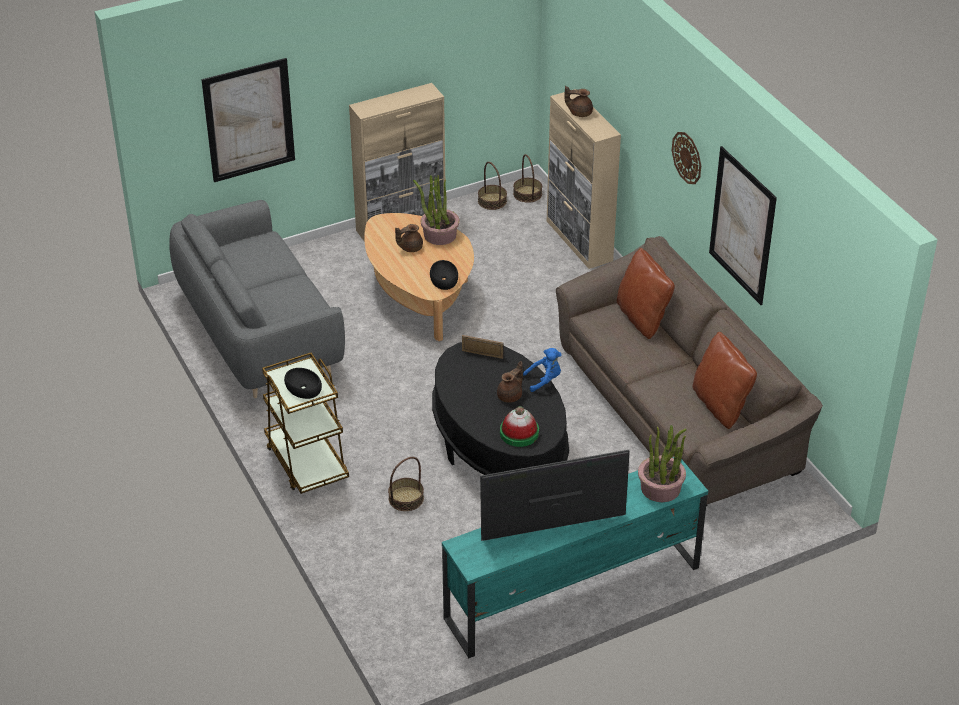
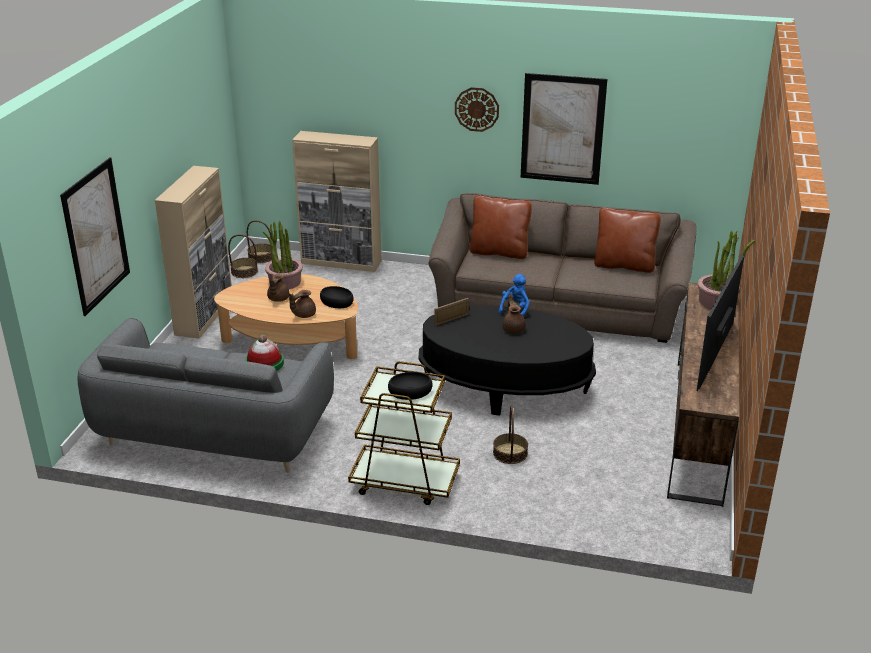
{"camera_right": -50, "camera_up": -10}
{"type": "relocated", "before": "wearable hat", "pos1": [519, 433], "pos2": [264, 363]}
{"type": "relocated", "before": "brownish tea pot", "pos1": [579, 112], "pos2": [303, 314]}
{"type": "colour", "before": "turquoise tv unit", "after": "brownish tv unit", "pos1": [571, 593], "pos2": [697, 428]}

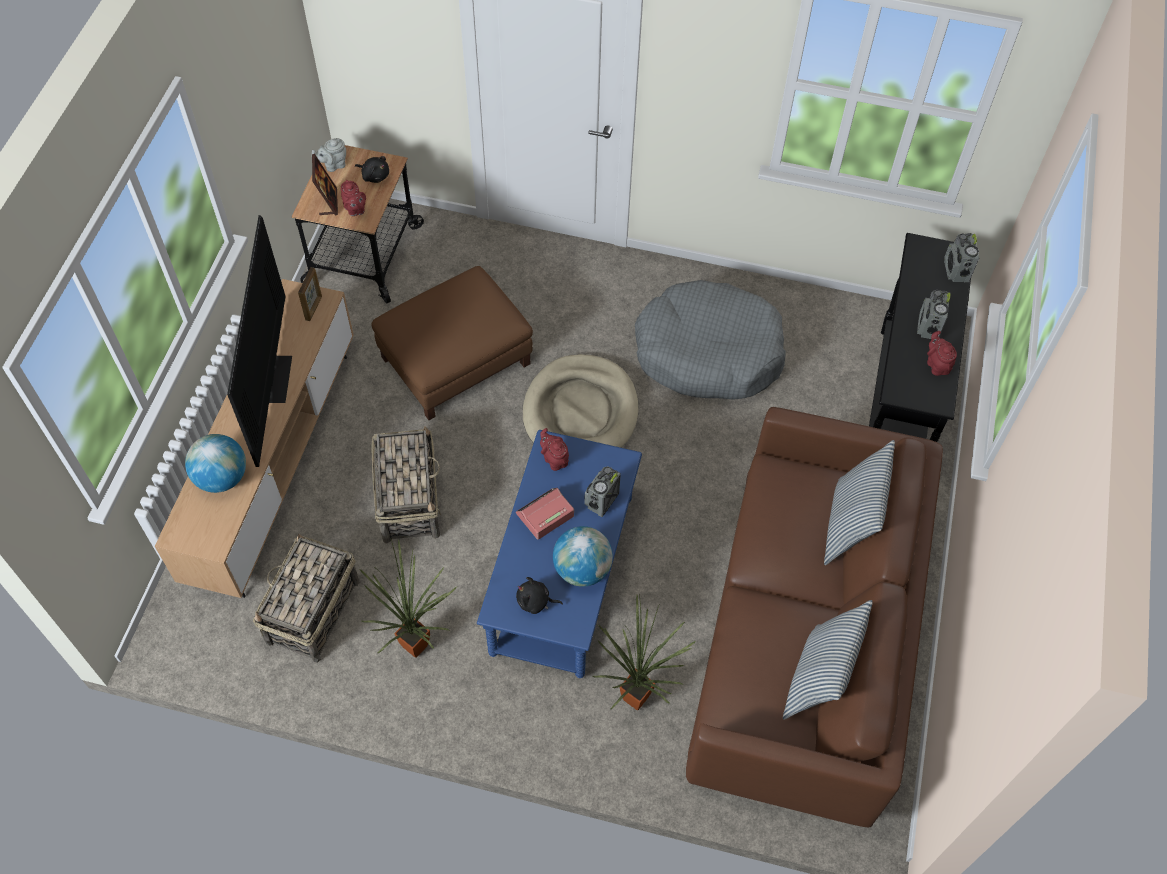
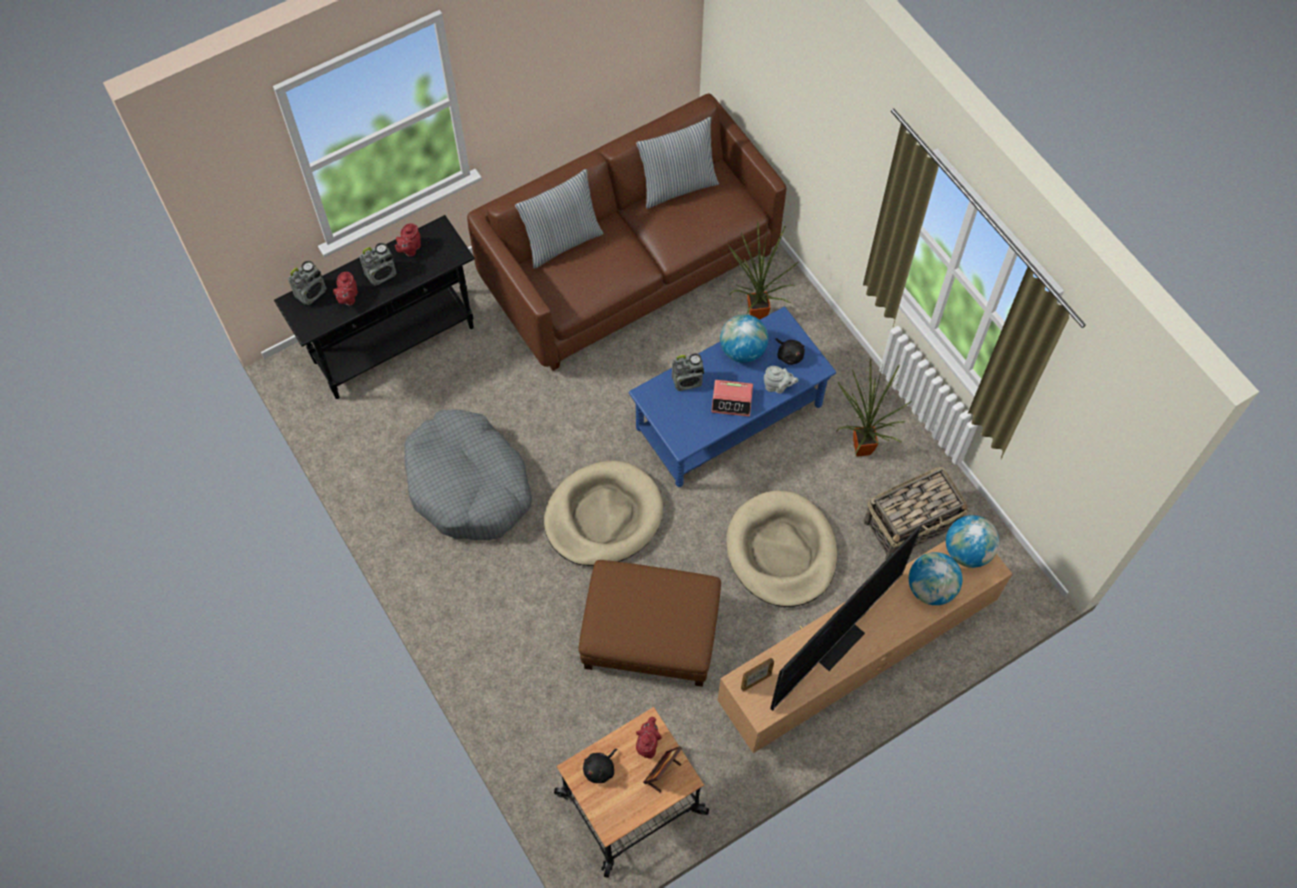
{"camera_right": -135, "camera_up": 5}
{"type": "relocated", "before": "reddish tea pot", "pos1": [554, 459], "pos2": [348, 298]}
{"type": "spun", "before": "blackish cuddly toy", "pos1": [374, 175], "pos2": [600, 769], "turn": -120}
{"type": "exchanged", "before": "basket", "after": "sand-coloured dog bed", "pos1": [409, 499], "pos2": [781, 551]}
{"type": "relocated", "before": "gray tea pot", "pos1": [333, 165], "pos2": [777, 386]}
{"type": "appeared", "after": "globe", "pos2": [967, 551]}

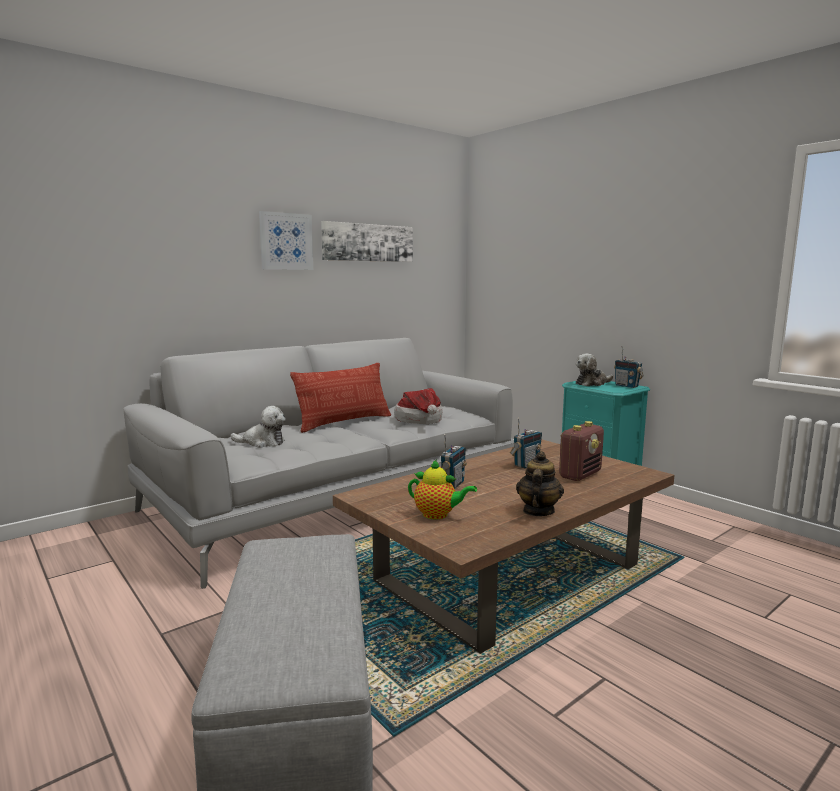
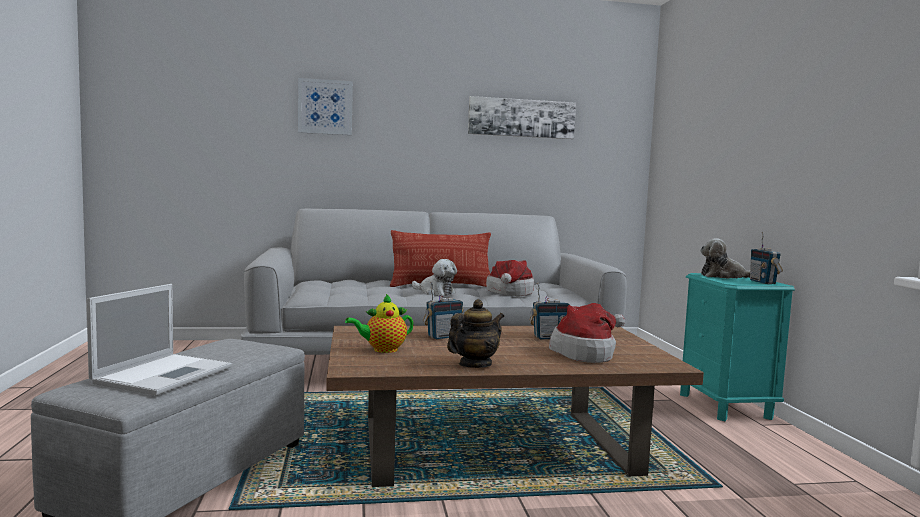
{"camera_right": 30, "camera_up": -5}
{"type": "appeared", "after": "laptop", "pos2": [165, 374]}
{"type": "relocated", "before": "wall picture", "pos1": [286, 241], "pos2": [325, 107]}
{"type": "spun", "before": "tea pot", "pos1": [438, 515], "pos2": [382, 350], "turn": 105}
{"type": "relocated", "before": "cuddly toy", "pos1": [262, 442], "pos2": [435, 292]}
{"type": "exchanged", "before": "radio set", "after": "wearable hat", "pos1": [580, 475], "pos2": [587, 353]}

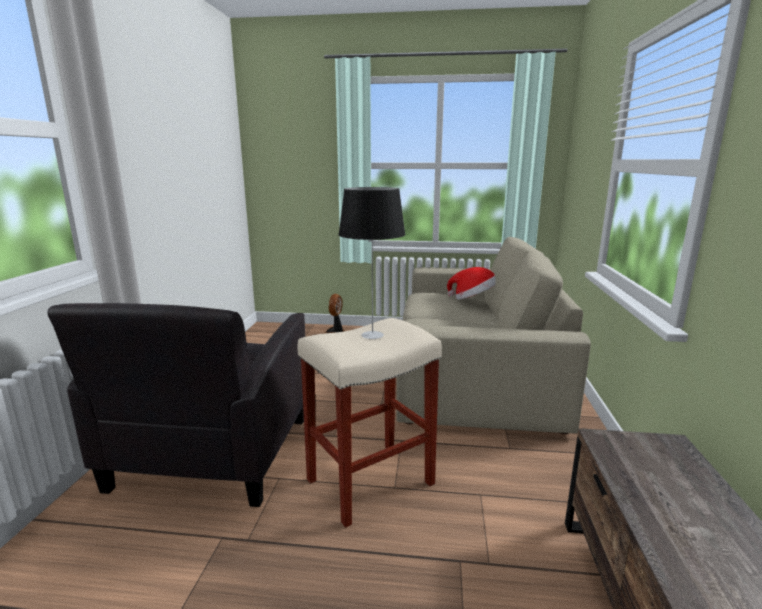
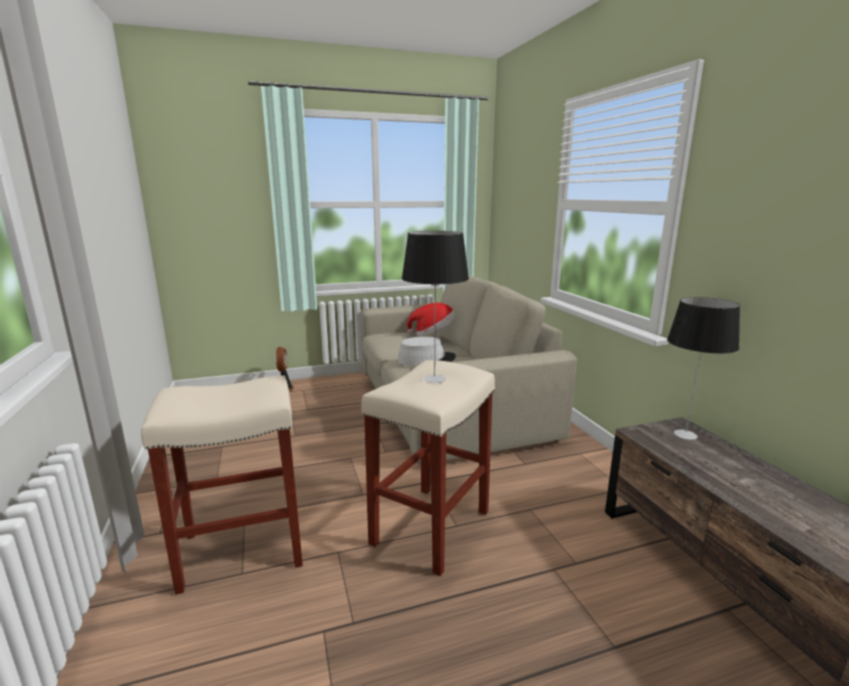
{"camera_right": -25, "camera_up": 0}
{"type": "exchanged", "before": "blackish armchair", "after": "sand-coloured stool", "pos1": [212, 454], "pos2": [240, 550]}
{"type": "appeared", "after": "gray wearable hat", "pos2": [426, 359]}
{"type": "appeared", "after": "table lamp", "pos2": [684, 434]}

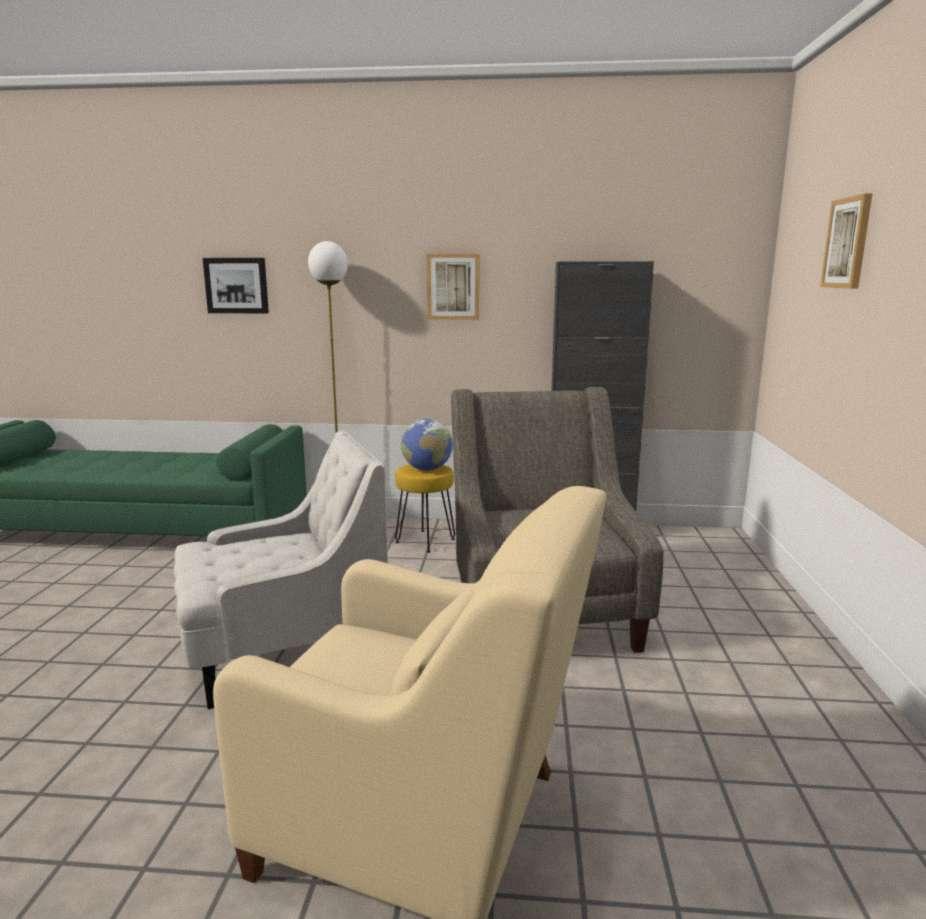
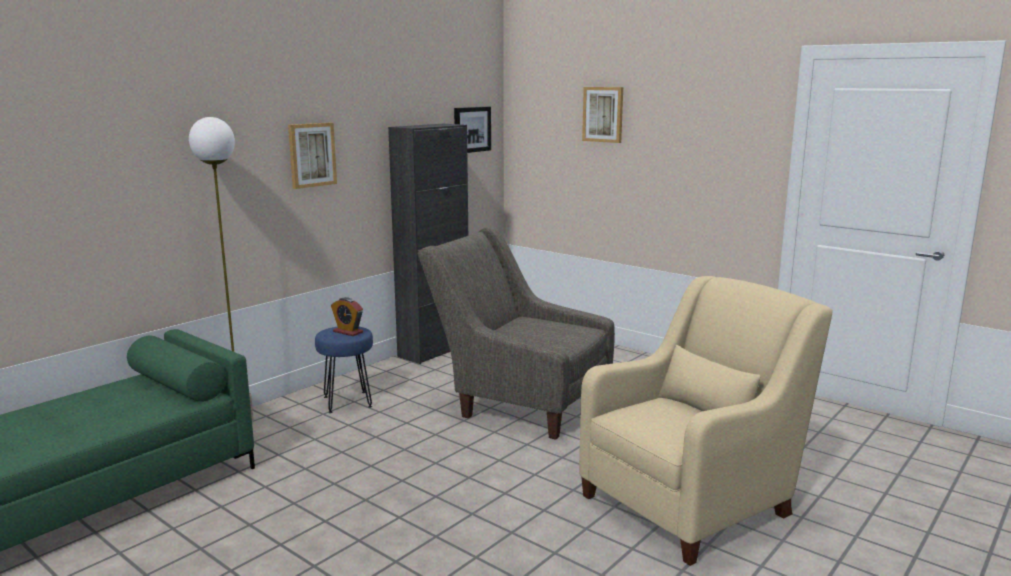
{"camera_right": -55, "camera_up": 0}
{"type": "colour", "before": "yellowish stool", "after": "blue-coloured stool", "pos1": [426, 541], "pos2": [348, 401]}
{"type": "exchanged", "before": "globe", "after": "bedside clock", "pos1": [427, 469], "pos2": [348, 332]}
{"type": "relocated", "before": "wall picture", "pos1": [236, 285], "pos2": [471, 129]}
{"type": "missing", "before": "white-coloured armchair", "pos1": [284, 654]}

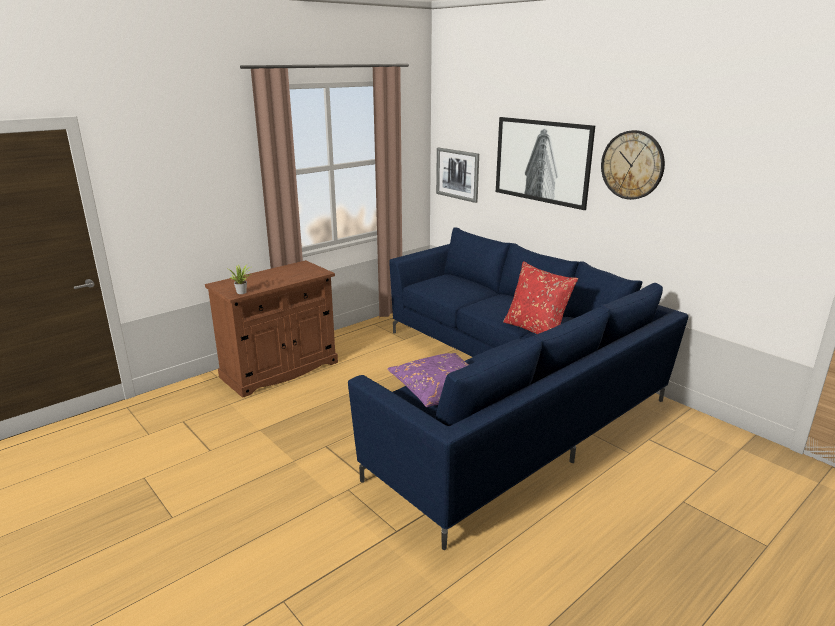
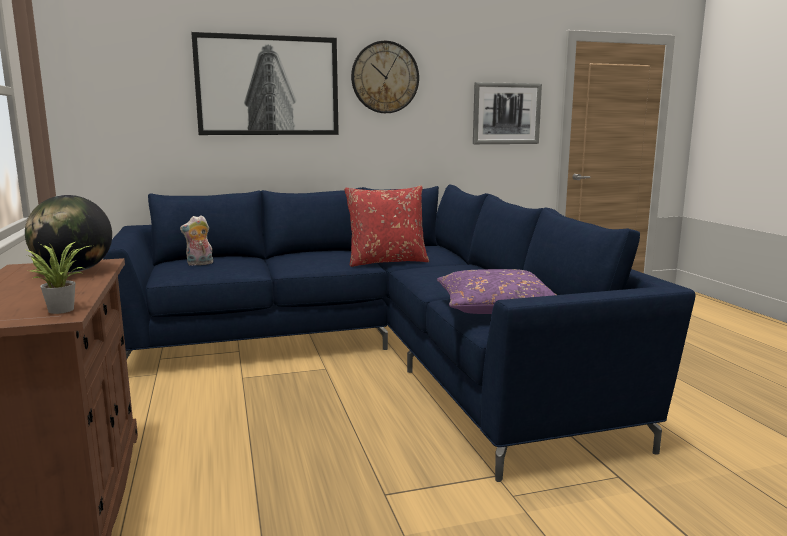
{"camera_right": -65, "camera_up": -10}
{"type": "appeared", "after": "globe", "pos2": [74, 271]}
{"type": "appeared", "after": "cuddly toy", "pos2": [199, 264]}
{"type": "relocated", "before": "wall picture", "pos1": [457, 174], "pos2": [506, 113]}

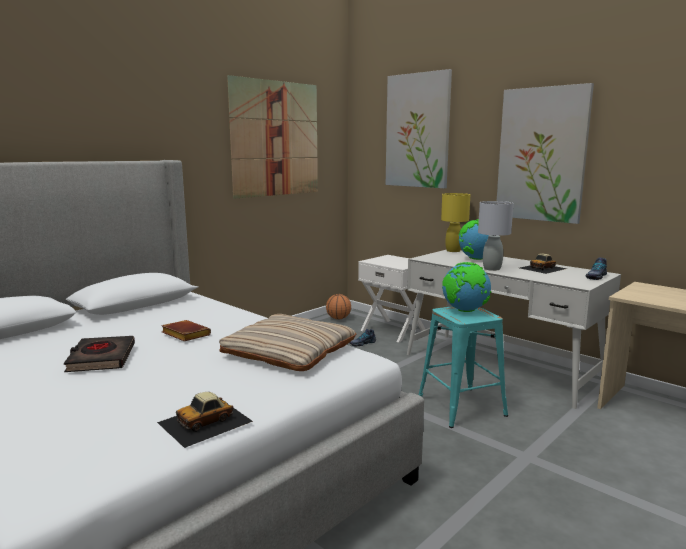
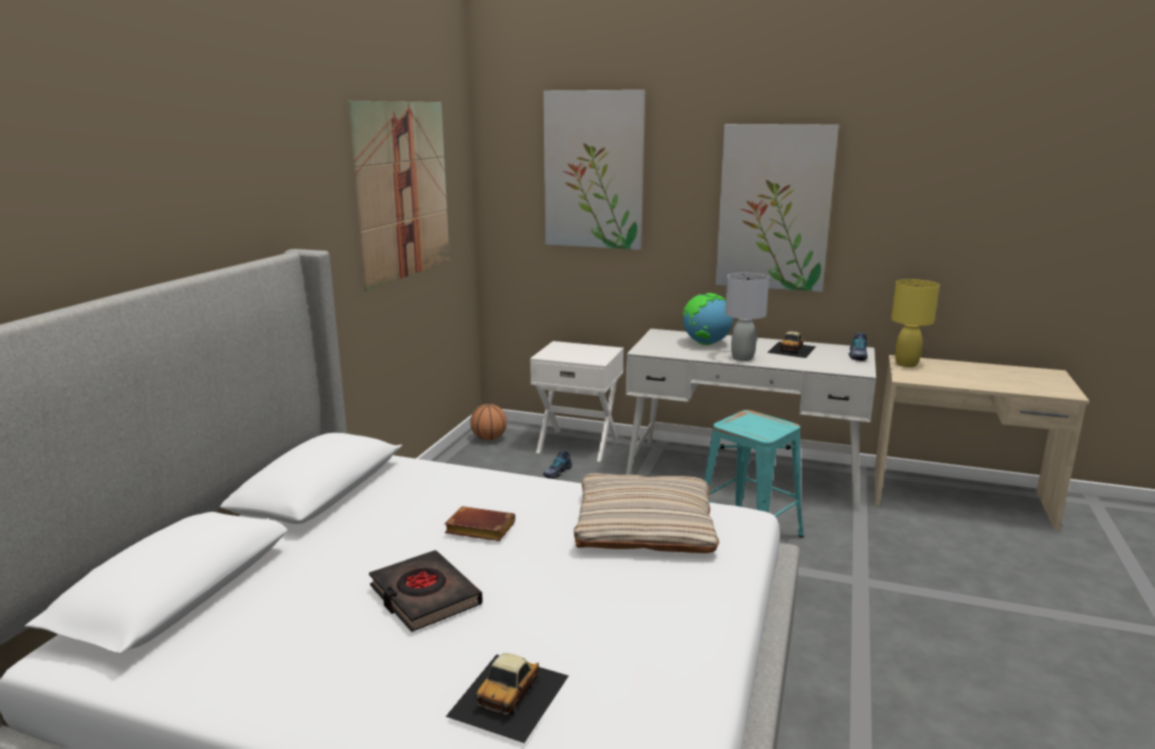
{"camera_right": -25, "camera_up": 5}
{"type": "relocated", "before": "model car", "pos1": [205, 422], "pos2": [510, 695]}
{"type": "relocated", "before": "yellowish table lamp", "pos1": [453, 250], "pos2": [906, 364]}
{"type": "missing", "before": "globe", "pos1": [464, 311]}

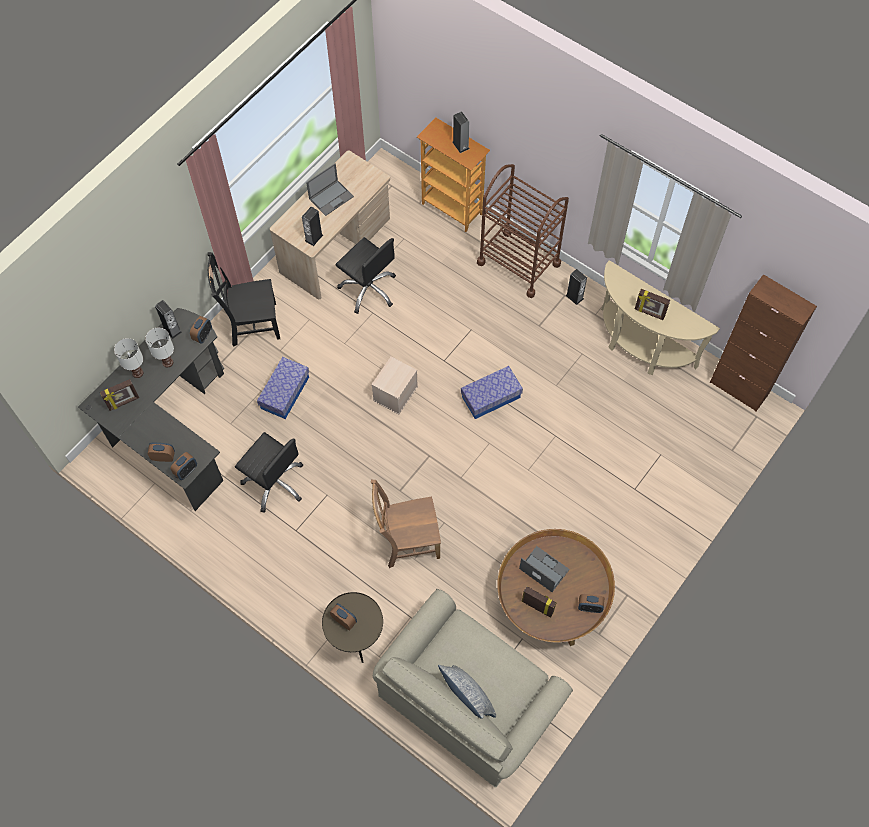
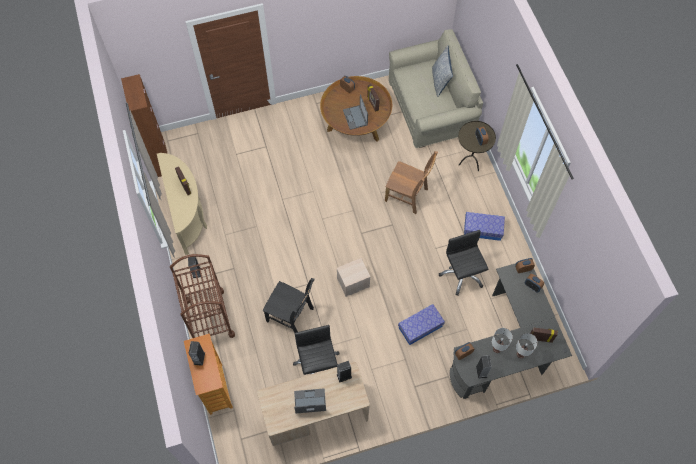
{"camera_right": -145, "camera_up": 0}
{"type": "relocated", "before": "blackish upright chair", "pos1": [251, 324], "pos2": [291, 316]}
{"type": "relocated", "before": "storage box", "pos1": [491, 397], "pos2": [482, 229]}

